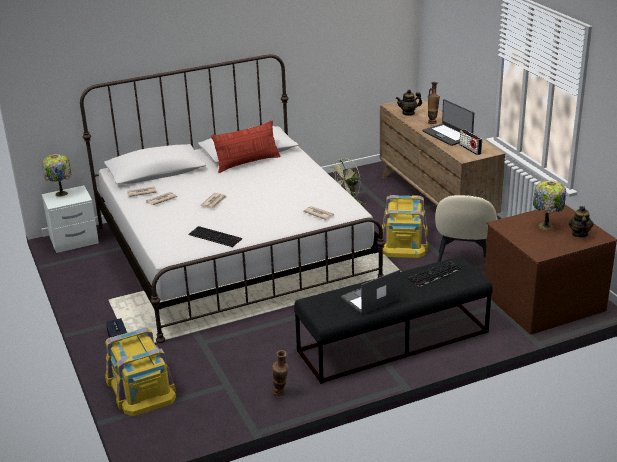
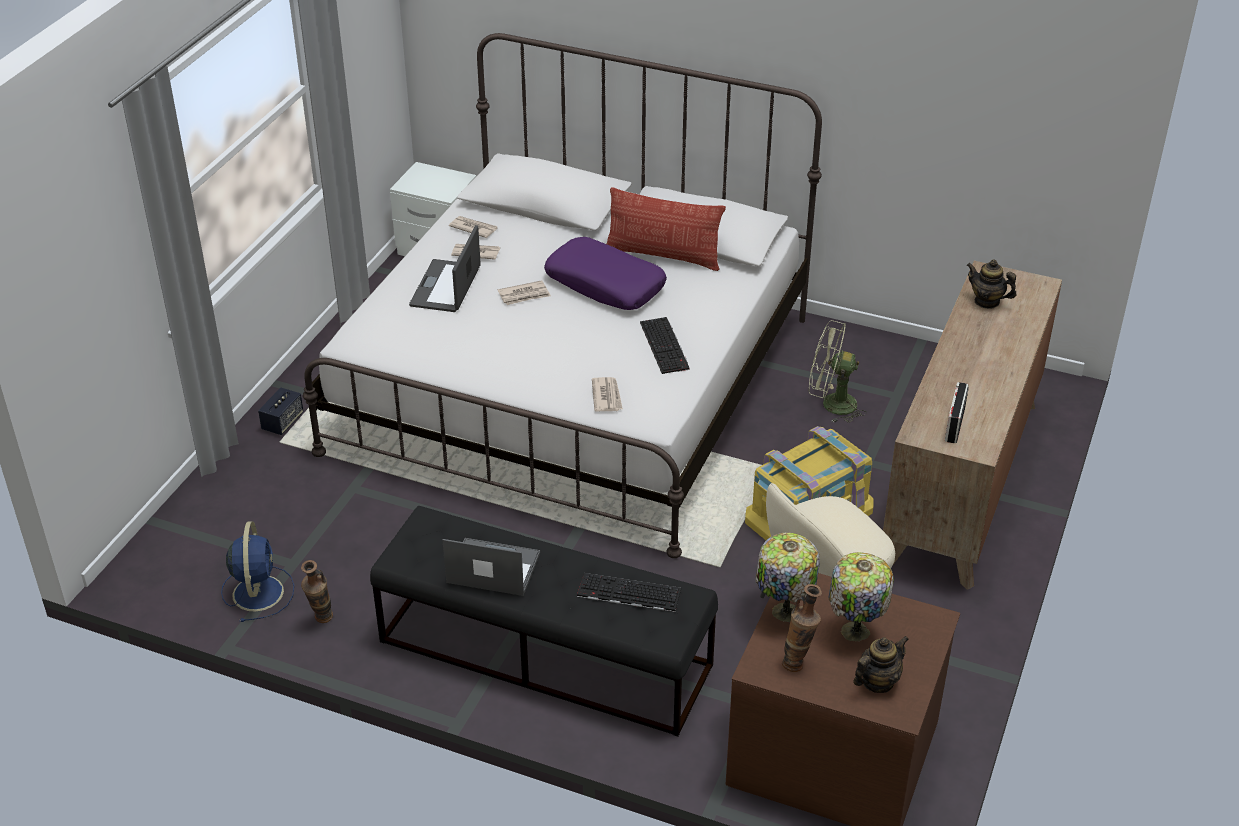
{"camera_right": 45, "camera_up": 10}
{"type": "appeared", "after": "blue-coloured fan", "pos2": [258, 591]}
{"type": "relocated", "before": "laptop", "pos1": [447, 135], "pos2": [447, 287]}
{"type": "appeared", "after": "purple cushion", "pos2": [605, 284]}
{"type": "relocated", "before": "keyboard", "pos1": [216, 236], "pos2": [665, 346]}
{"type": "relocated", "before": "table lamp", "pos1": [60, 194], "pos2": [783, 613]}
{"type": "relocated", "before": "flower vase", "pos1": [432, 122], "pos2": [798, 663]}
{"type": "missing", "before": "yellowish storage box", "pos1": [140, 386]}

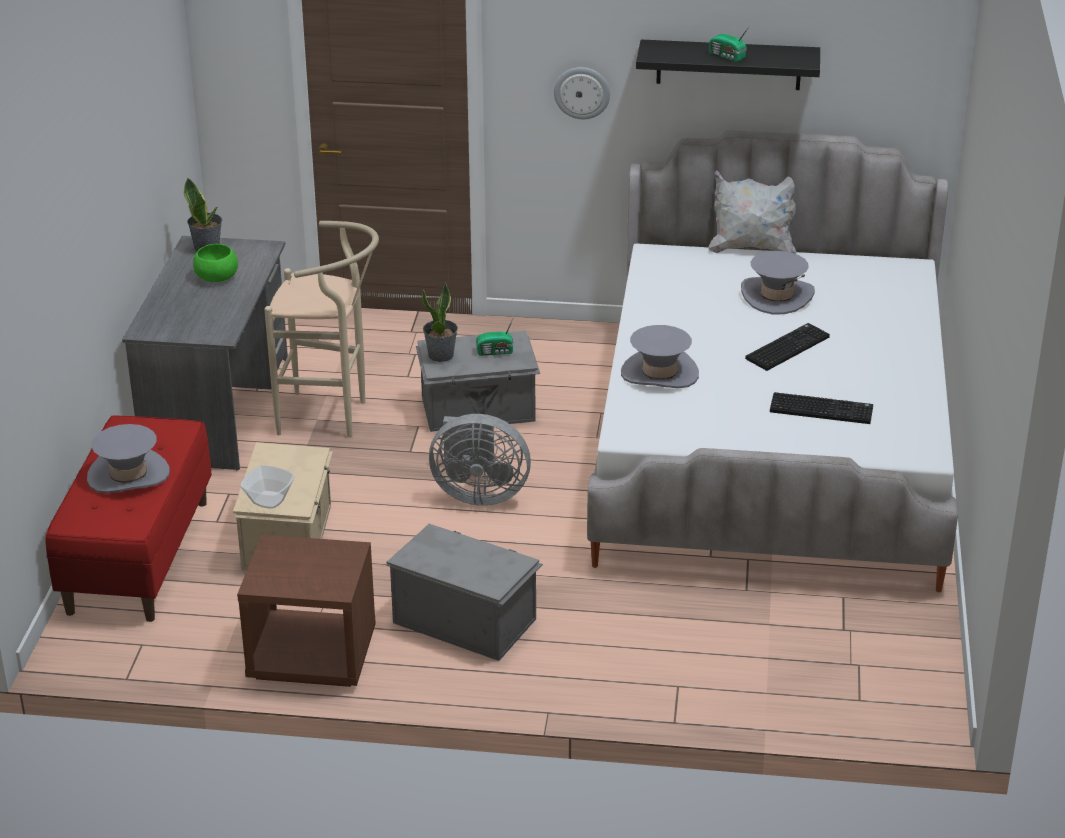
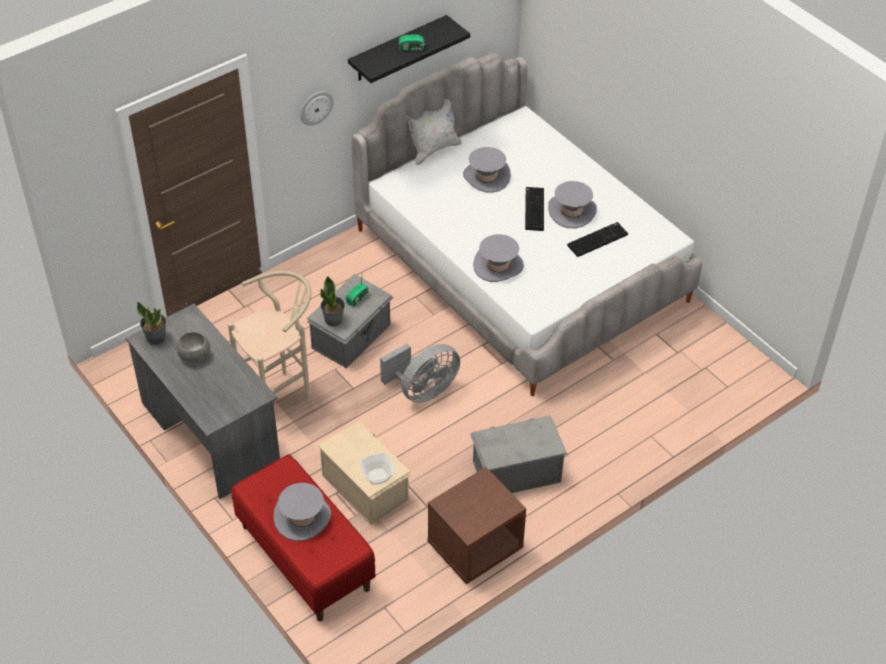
{"camera_right": -45, "camera_up": 15}
{"type": "colour", "before": "greenish serving bowl", "after": "gray serving bowl", "pos1": [216, 277], "pos2": [194, 355]}
{"type": "appeared", "after": "gray wearable hat", "pos2": [572, 211]}

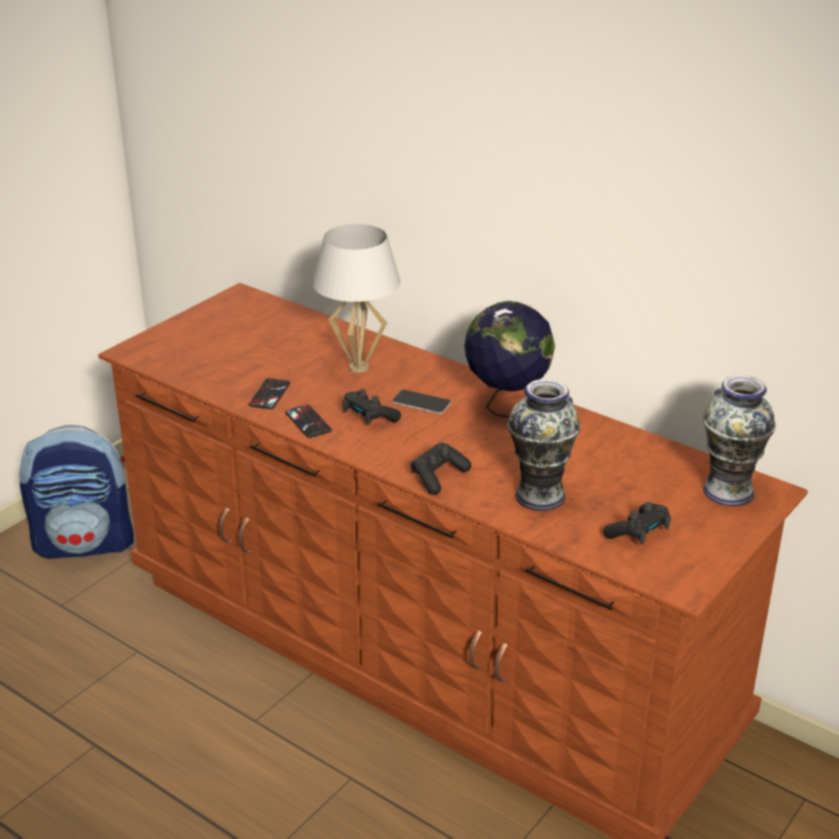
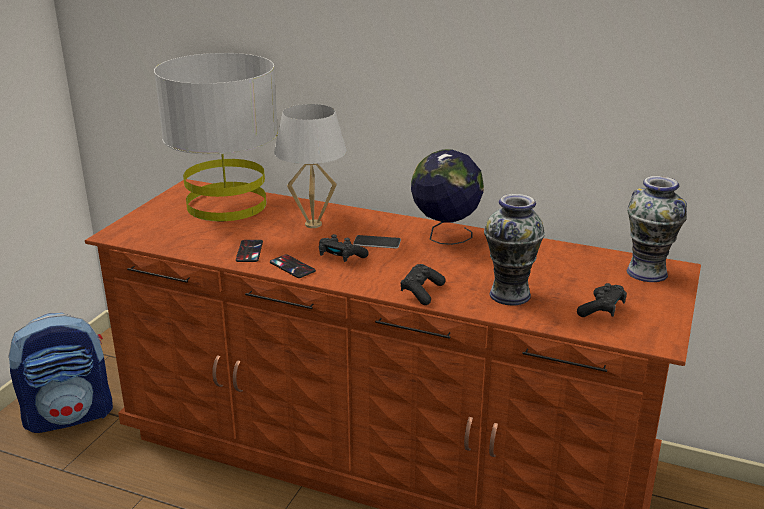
{"camera_right": -15, "camera_up": -5}
{"type": "appeared", "after": "gray table lamp", "pos2": [227, 205]}

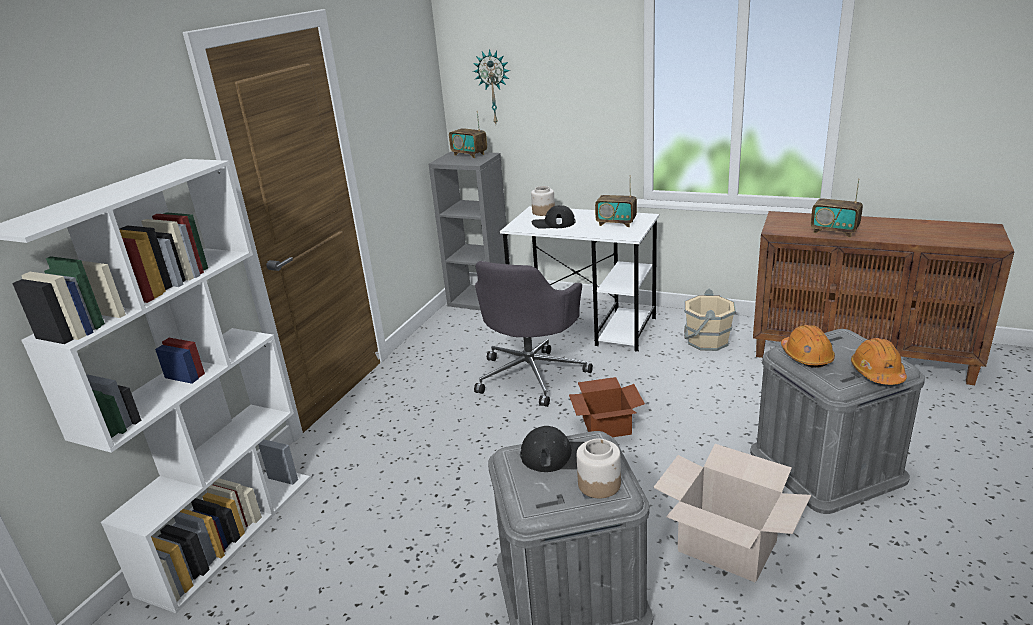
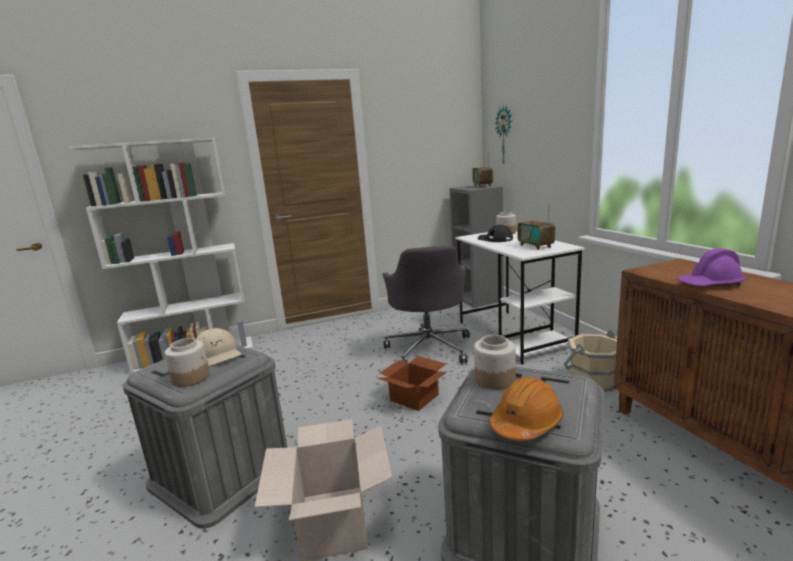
{"camera_right": 45, "camera_up": -10}
{"type": "colour", "before": "blackish cap", "after": "sand-coloured cap", "pos1": [557, 455], "pos2": [218, 354]}
{"type": "spun", "before": "gray desk chair", "pos1": [531, 375], "pos2": [429, 348], "turn": -75}
{"type": "exchanged", "before": "orange-coloured work helmet", "after": "storage jar", "pos1": [806, 356], "pos2": [494, 379]}
{"type": "exchanged", "before": "radio set", "after": "purple work helmet", "pos1": [834, 231], "pos2": [709, 285]}

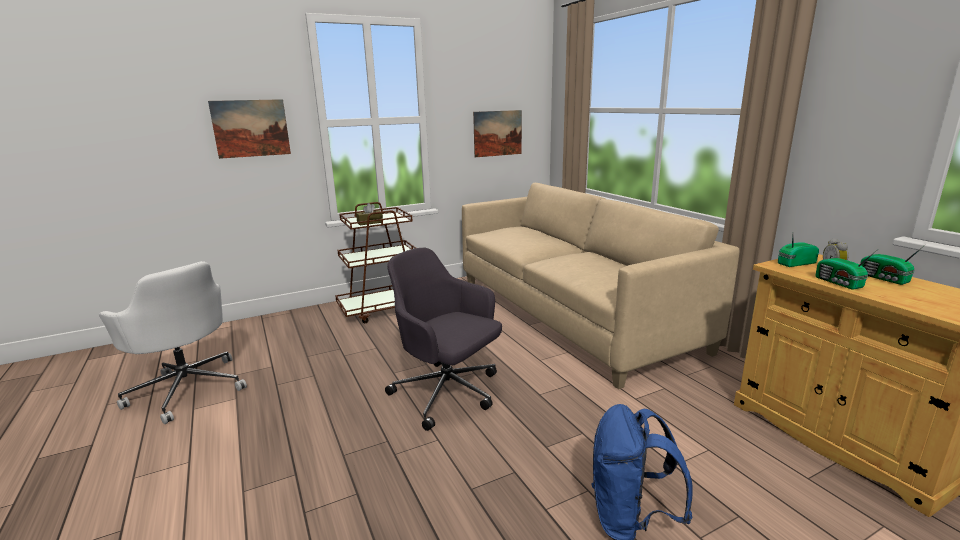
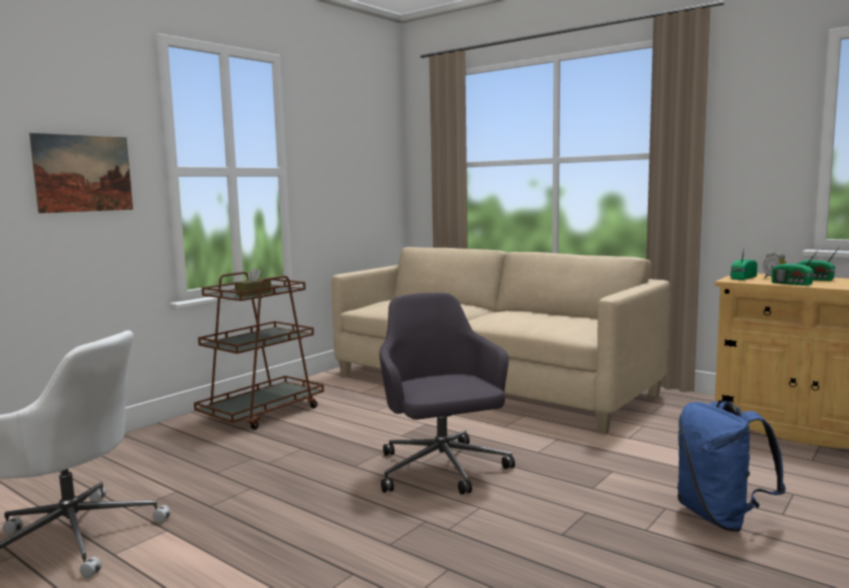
{"camera_right": -25, "camera_up": -10}
{"type": "spun", "before": "gray desk chair", "pos1": [448, 393], "pos2": [442, 470], "turn": 60}
{"type": "missing", "before": "wall picture", "pos1": [497, 133]}

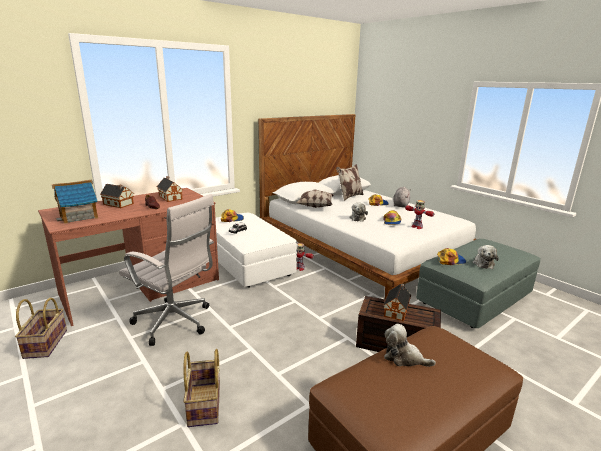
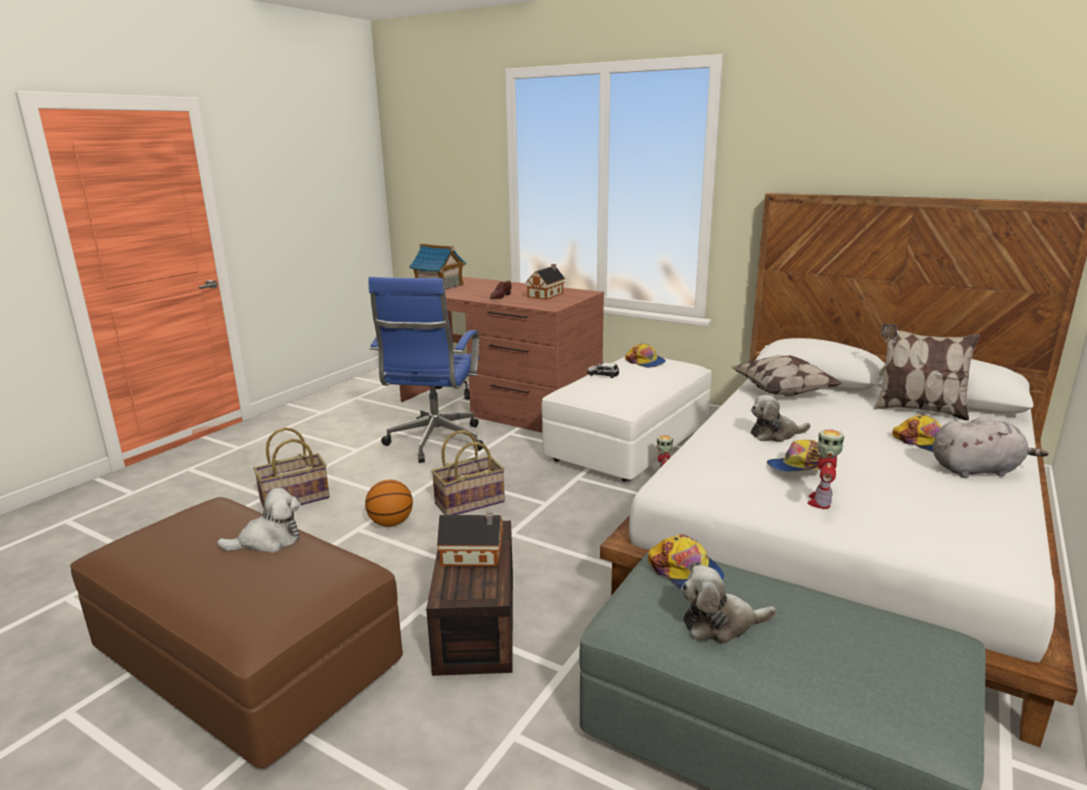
{"camera_right": 70, "camera_up": 0}
{"type": "spun", "before": "cuddly toy", "pos1": [404, 358], "pos2": [268, 541], "turn": 60}
{"type": "appeared", "after": "basketball", "pos2": [390, 523]}
{"type": "colour", "before": "white-coloured desk chair", "after": "blue-coloured desk chair", "pos1": [175, 323], "pos2": [434, 443]}
{"type": "relocated", "before": "basket", "pos1": [45, 343], "pos2": [469, 502]}
{"type": "missing", "before": "miniature house", "pos1": [119, 204]}

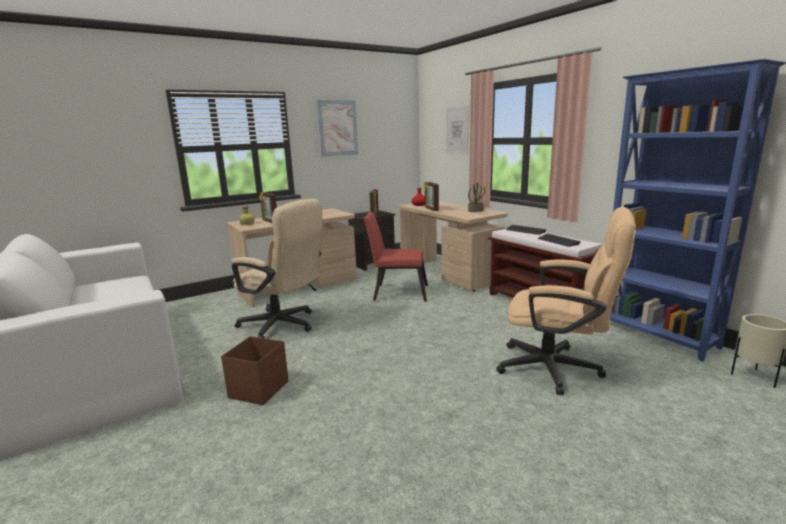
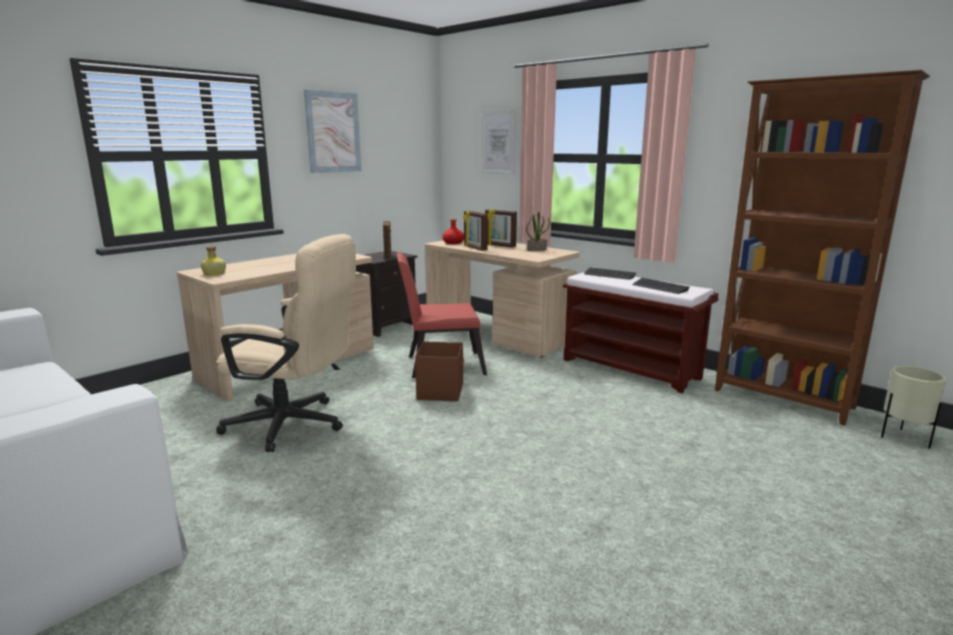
{"camera_right": -15, "camera_up": 0}
{"type": "relocated", "before": "brownish storage box", "pos1": [260, 389], "pos2": [441, 391]}
{"type": "relocated", "before": "photo frame", "pos1": [270, 221], "pos2": [499, 246]}
{"type": "colour", "before": "blue-coloured bookcase", "after": "brownish bookcase", "pos1": [657, 336], "pos2": [783, 400]}
{"type": "missing", "before": "sand-coloured desk chair", "pos1": [558, 369]}

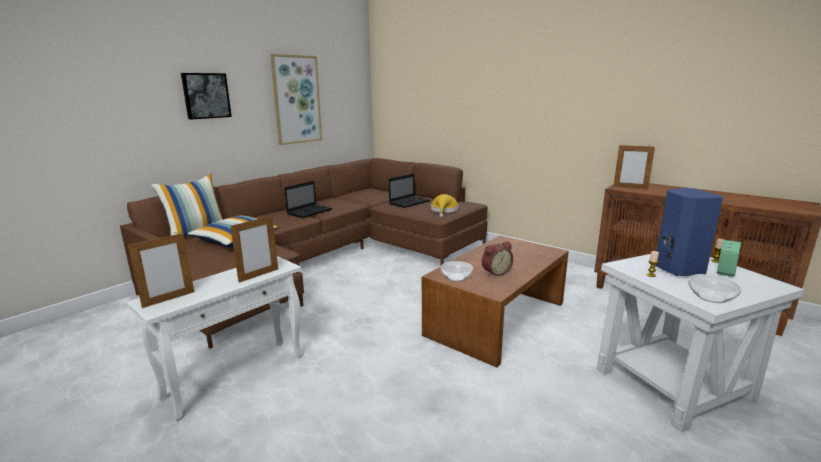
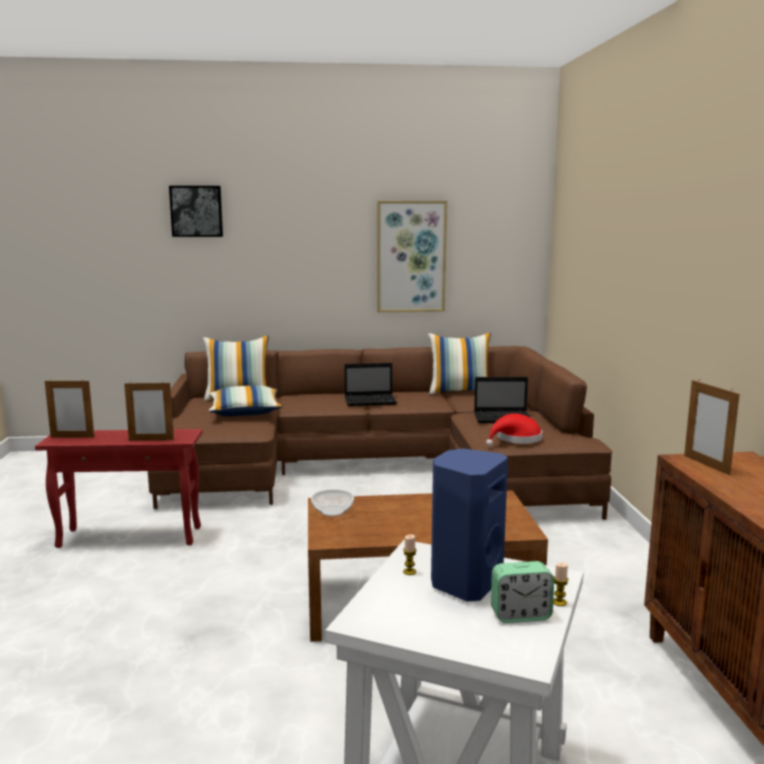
{"camera_right": 45, "camera_up": -5}
{"type": "colour", "before": "white-coloured accent table", "after": "reddish accent table", "pos1": [235, 376], "pos2": [130, 537]}
{"type": "relocated", "before": "wall picture", "pos1": [206, 95], "pos2": [196, 211]}
{"type": "appeared", "after": "cushion", "pos2": [459, 391]}
{"type": "colour", "before": "yellowish wearable hat", "after": "reddish wearable hat", "pos1": [444, 210], "pos2": [516, 439]}
{"type": "missing", "before": "bedside clock", "pos1": [495, 272]}
{"type": "missing", "before": "serving bowl", "pos1": [712, 297]}

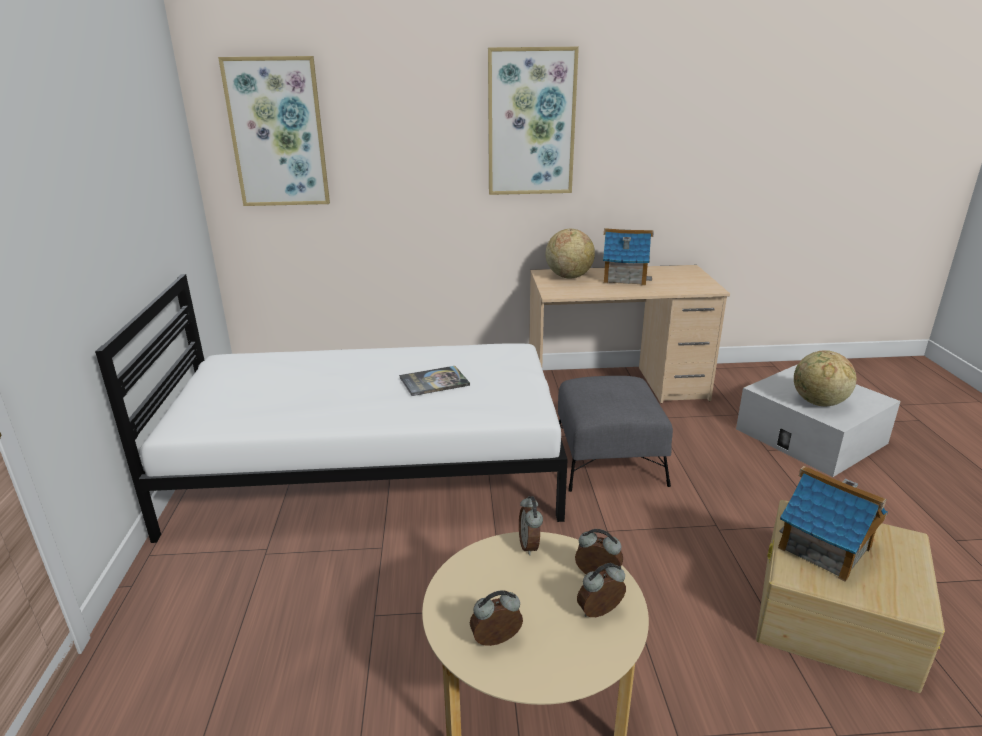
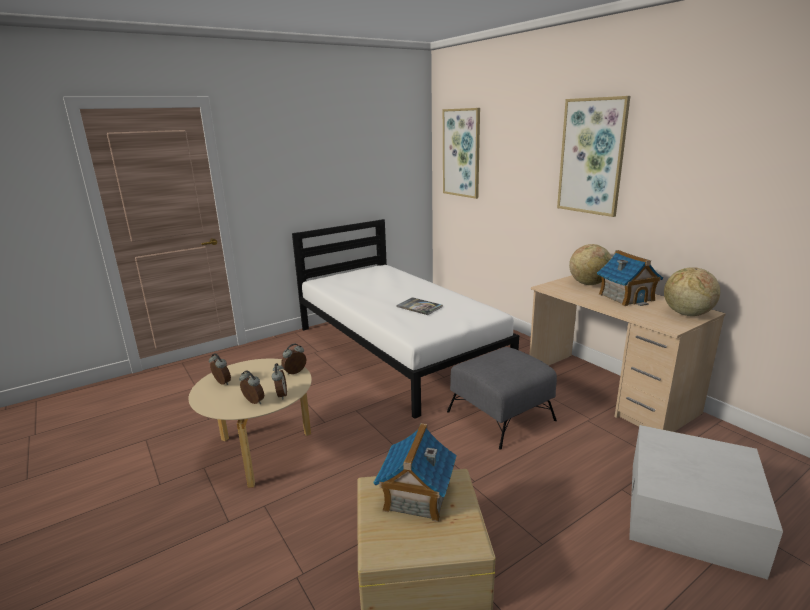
{"camera_right": 60, "camera_up": -5}
{"type": "relocated", "before": "globe", "pos1": [818, 403], "pos2": [686, 314]}

